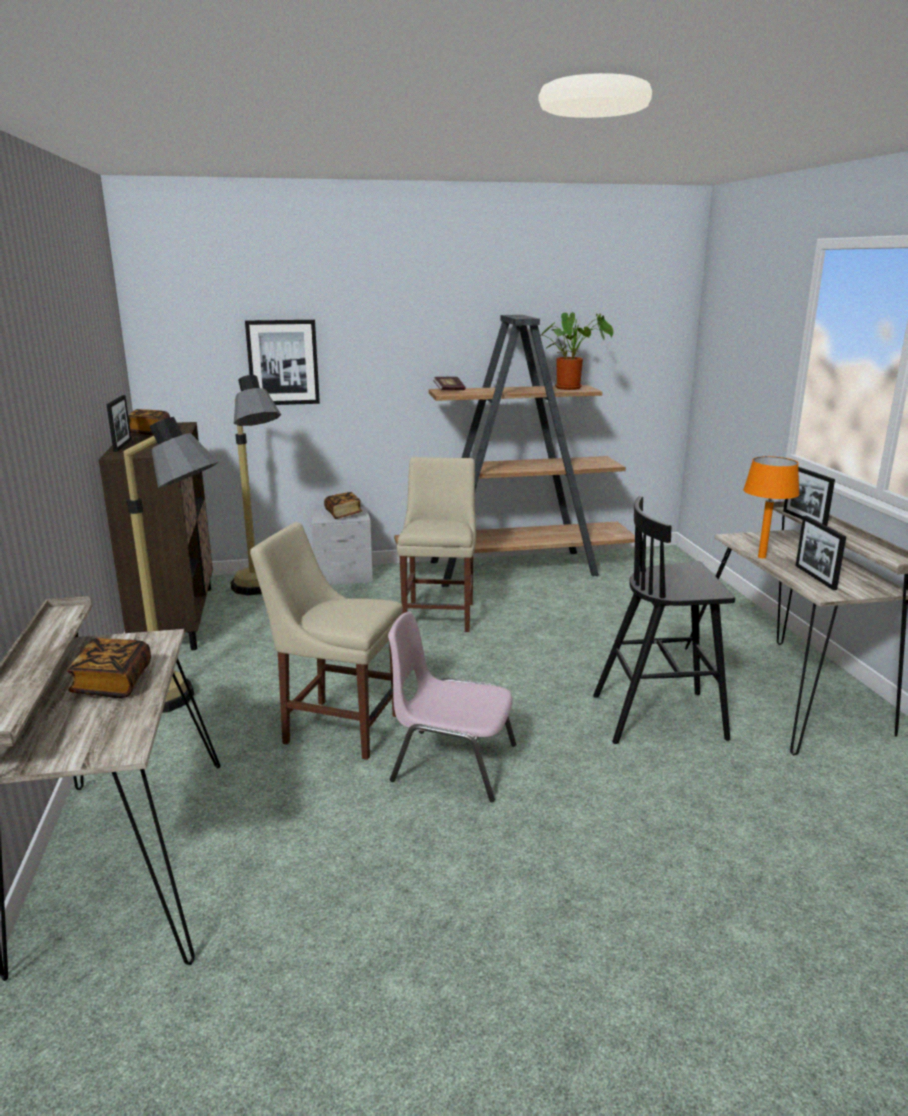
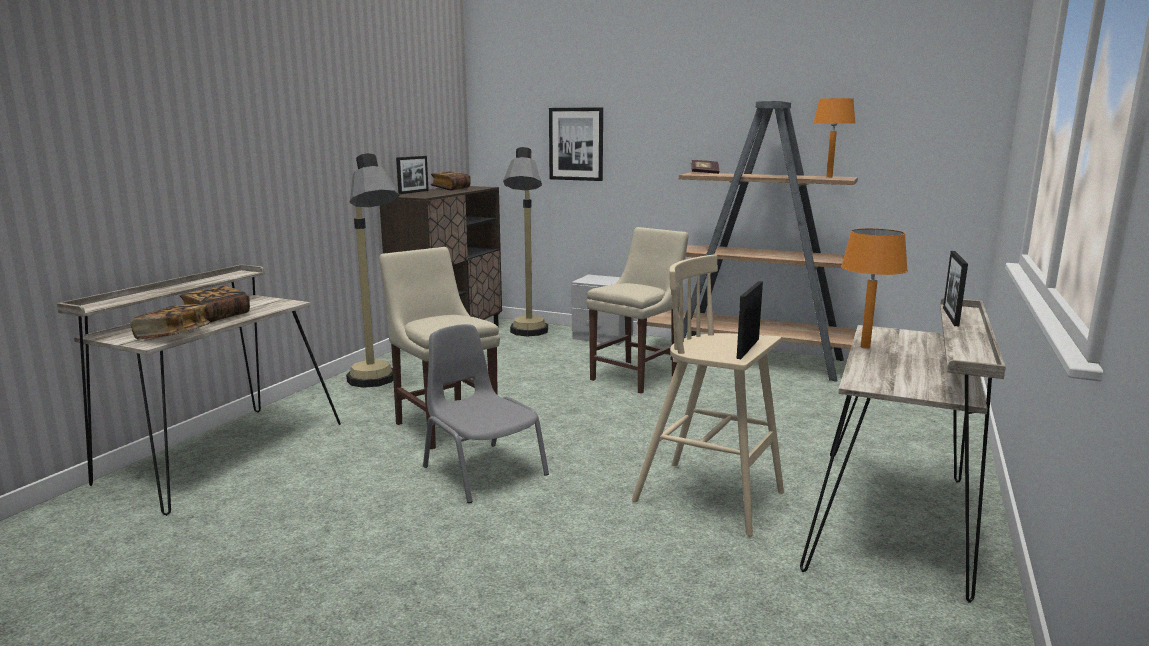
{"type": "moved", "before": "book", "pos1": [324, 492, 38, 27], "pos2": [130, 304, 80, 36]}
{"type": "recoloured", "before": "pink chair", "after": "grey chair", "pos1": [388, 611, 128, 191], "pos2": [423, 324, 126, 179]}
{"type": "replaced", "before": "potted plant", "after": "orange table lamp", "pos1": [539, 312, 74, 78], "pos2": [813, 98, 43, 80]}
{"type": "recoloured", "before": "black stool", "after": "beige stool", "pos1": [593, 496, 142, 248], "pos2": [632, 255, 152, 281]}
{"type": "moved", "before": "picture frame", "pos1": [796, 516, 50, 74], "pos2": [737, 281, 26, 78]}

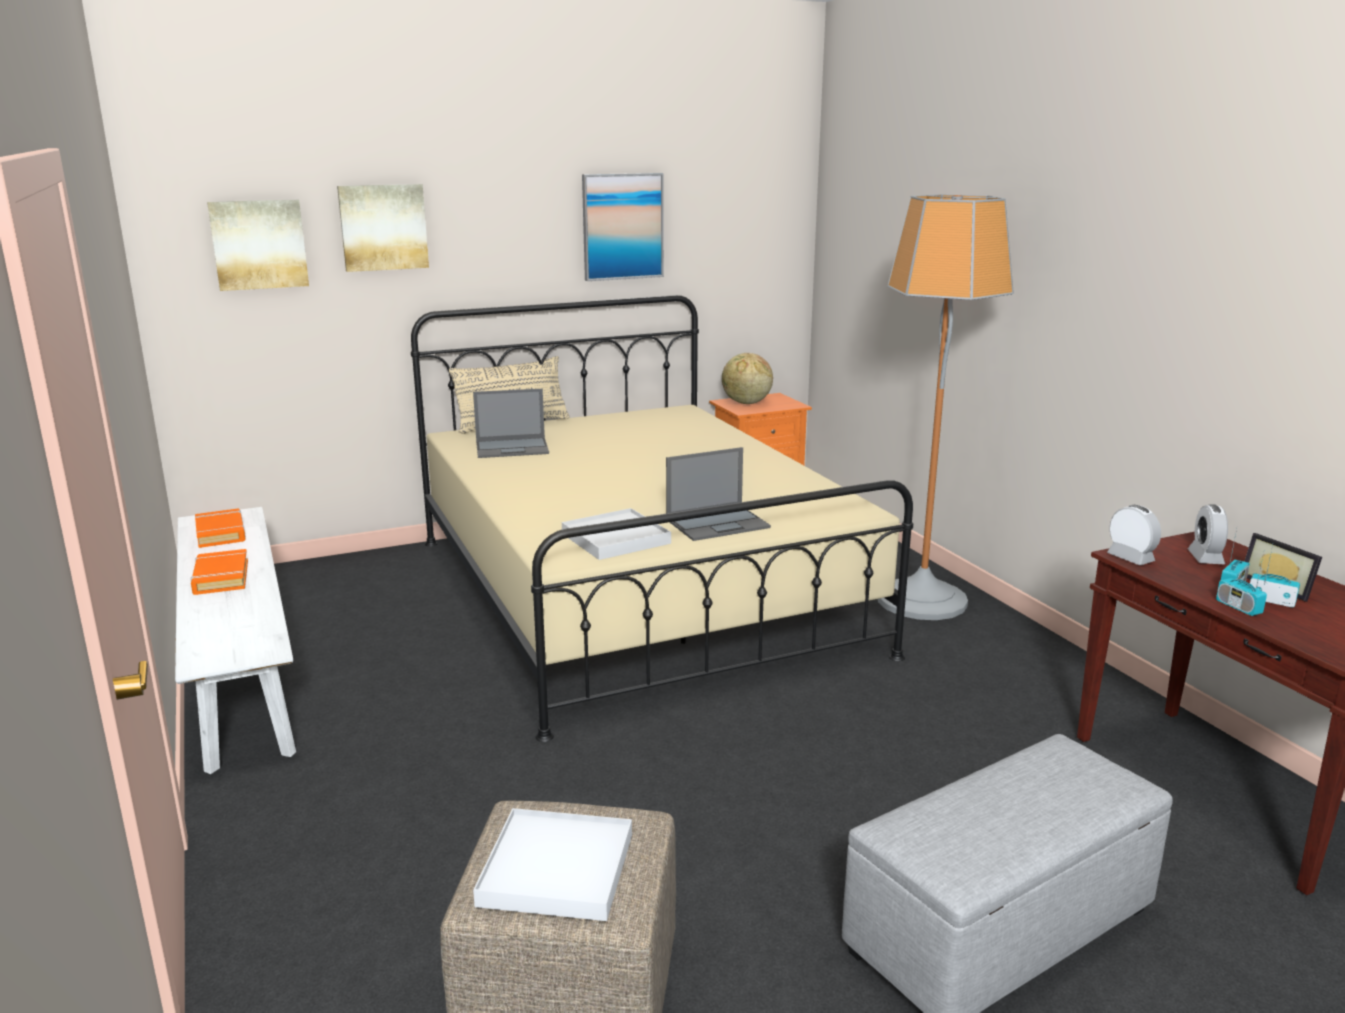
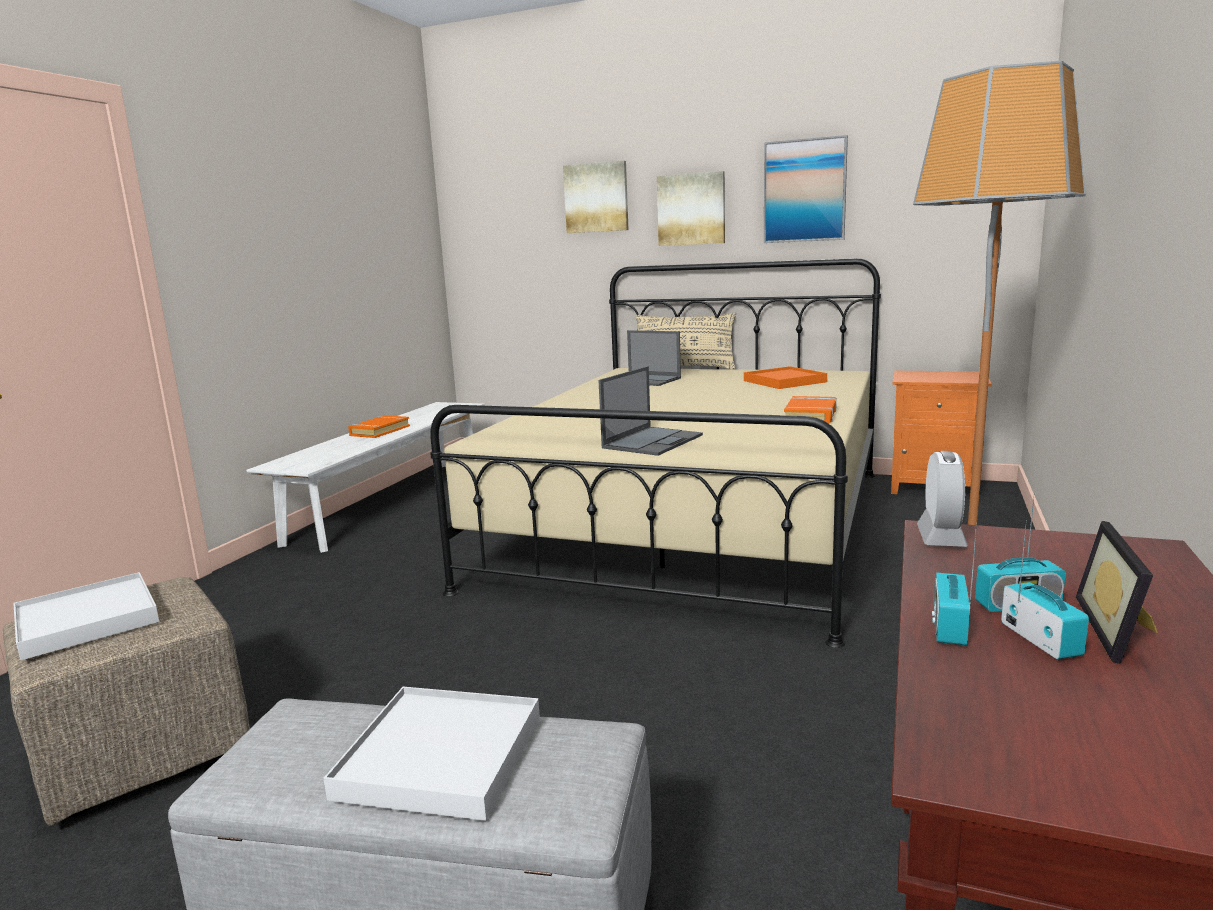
{"type": "moved", "before": "orange book", "pos1": [195, 509, 51, 39], "pos2": [784, 396, 53, 28]}
{"type": "moved", "before": "picture", "pos1": [207, 200, 102, 91], "pos2": [657, 171, 68, 75]}
{"type": "moved", "before": "white tray", "pos1": [562, 508, 109, 52], "pos2": [323, 687, 217, 134]}
{"type": "turned", "before": "laptop", "pos1": [666, 447, 105, 94], "pos2": [598, 366, 105, 90], "turn": -75}
{"type": "removed", "before": "globe", "pos1": [722, 353, 51, 51]}
{"type": "removed", "before": "alarm clock", "pos1": [1188, 504, 40, 60]}
{"type": "added", "after": "orange tray", "pos2": [744, 366, 83, 23]}

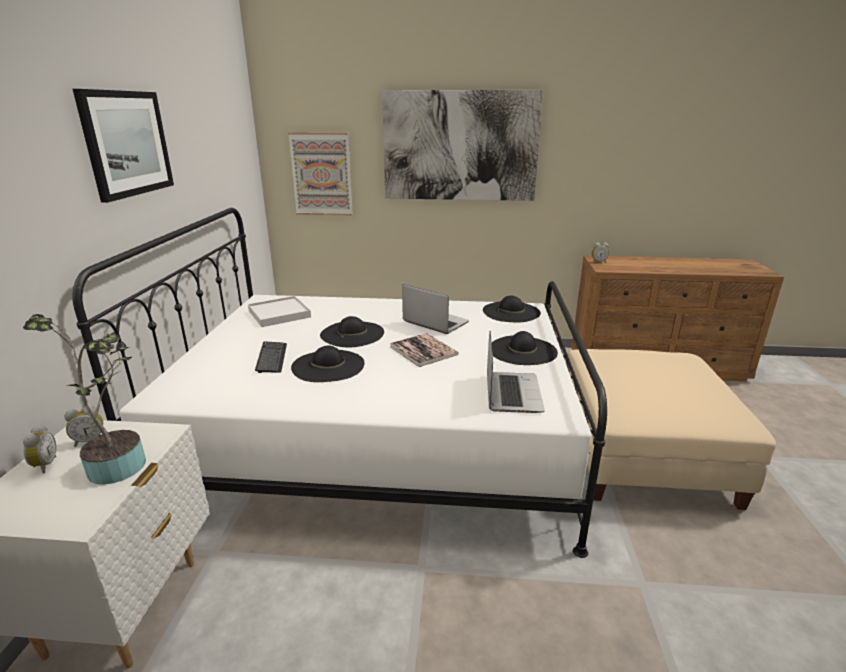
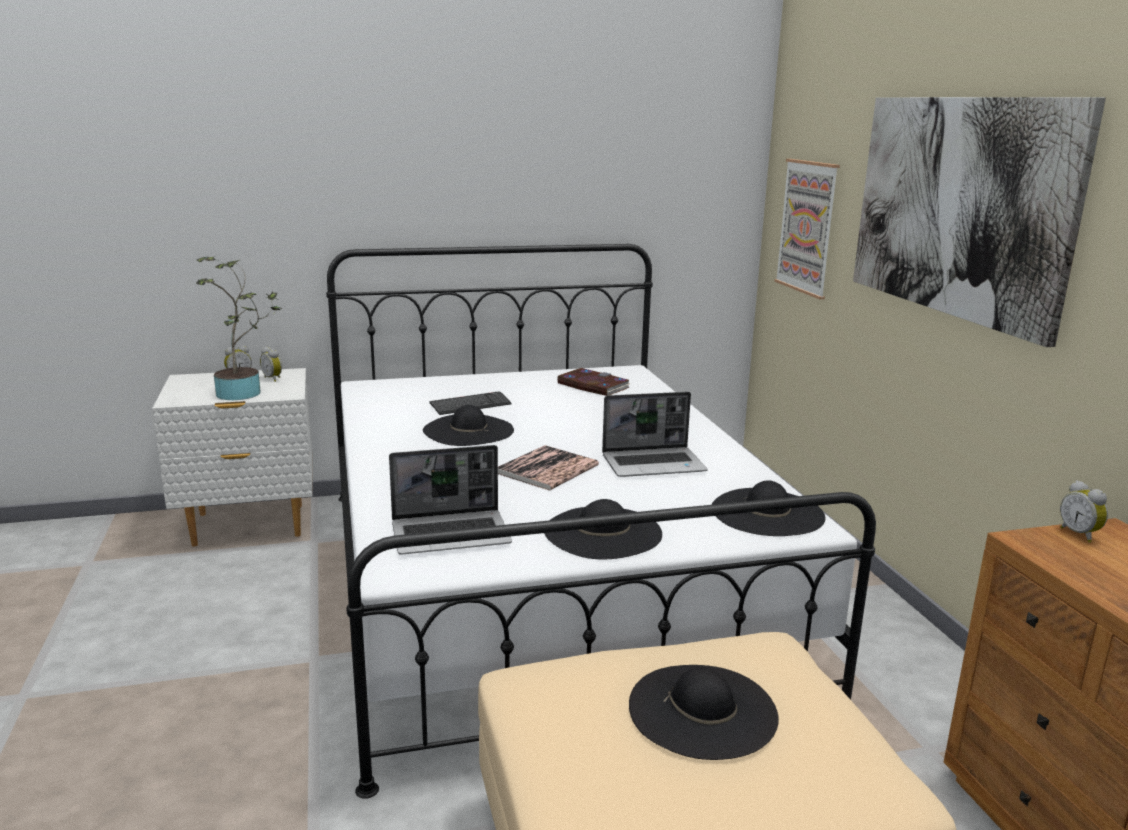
{"type": "removed", "before": "picture", "pos1": [73, 89, 101, 114]}
{"type": "replaced", "before": "white tray", "after": "book", "pos1": [248, 296, 63, 31], "pos2": [557, 368, 74, 28]}
{"type": "moved", "before": "black hat", "pos1": [320, 316, 64, 32], "pos2": [629, 665, 150, 95]}
{"type": "turned", "before": "laptop", "pos1": [402, 284, 67, 50], "pos2": [602, 392, 105, 85], "turn": 60}

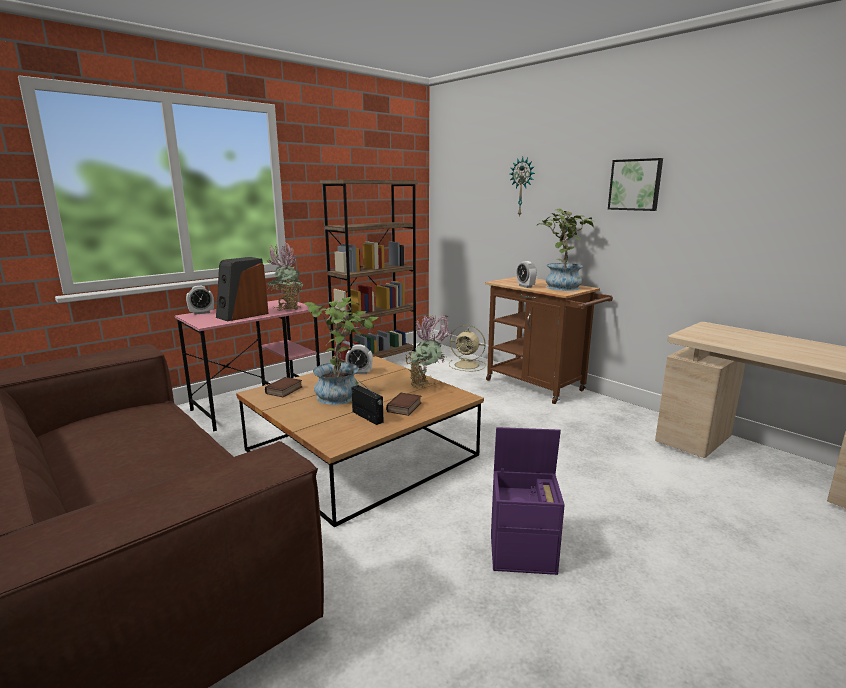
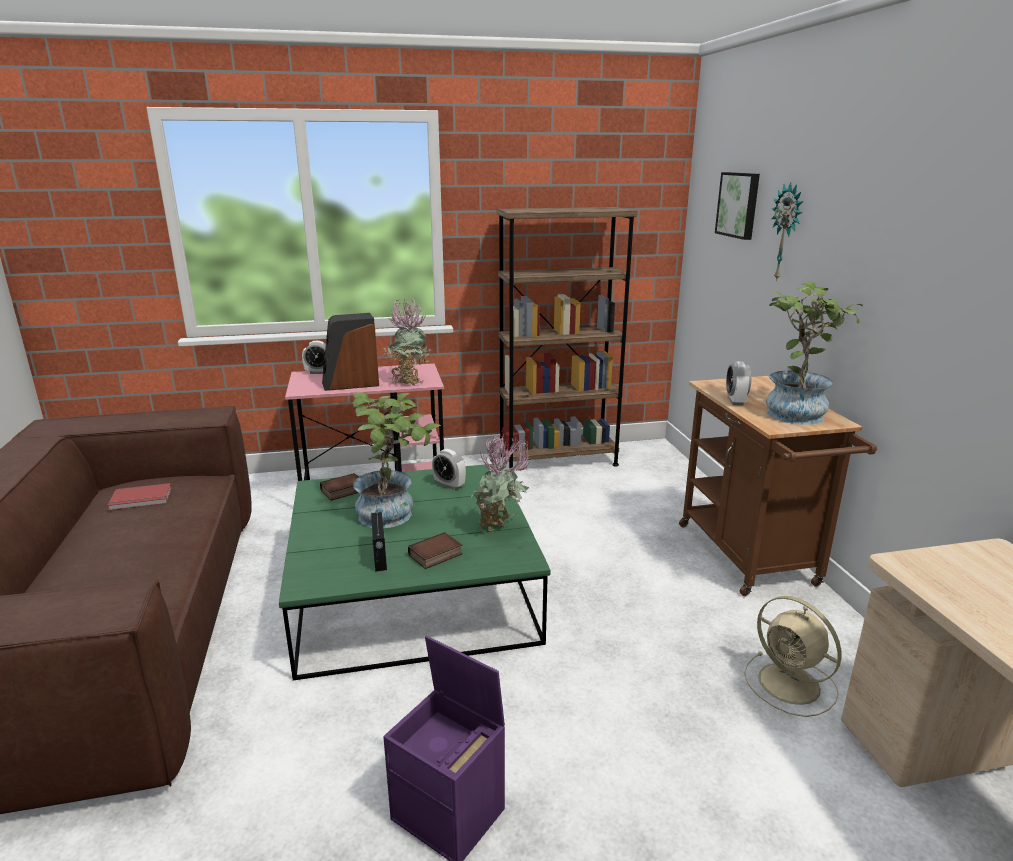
{"type": "recoloured", "before": "brown coffee table", "after": "green coffee table", "pos1": [236, 356, 248, 171], "pos2": [279, 463, 272, 218]}
{"type": "moved", "before": "beige fan", "pos1": [449, 325, 37, 46], "pos2": [744, 596, 98, 121]}
{"type": "moved", "before": "picture", "pos1": [608, 158, 55, 53], "pos2": [715, 172, 45, 68]}
{"type": "added", "after": "red book", "pos2": [107, 483, 65, 27]}

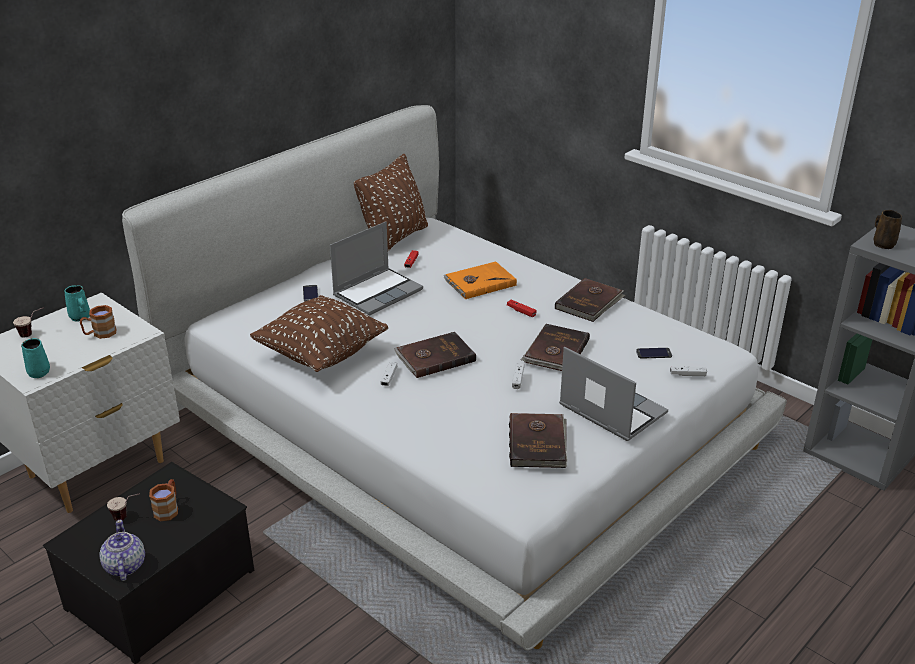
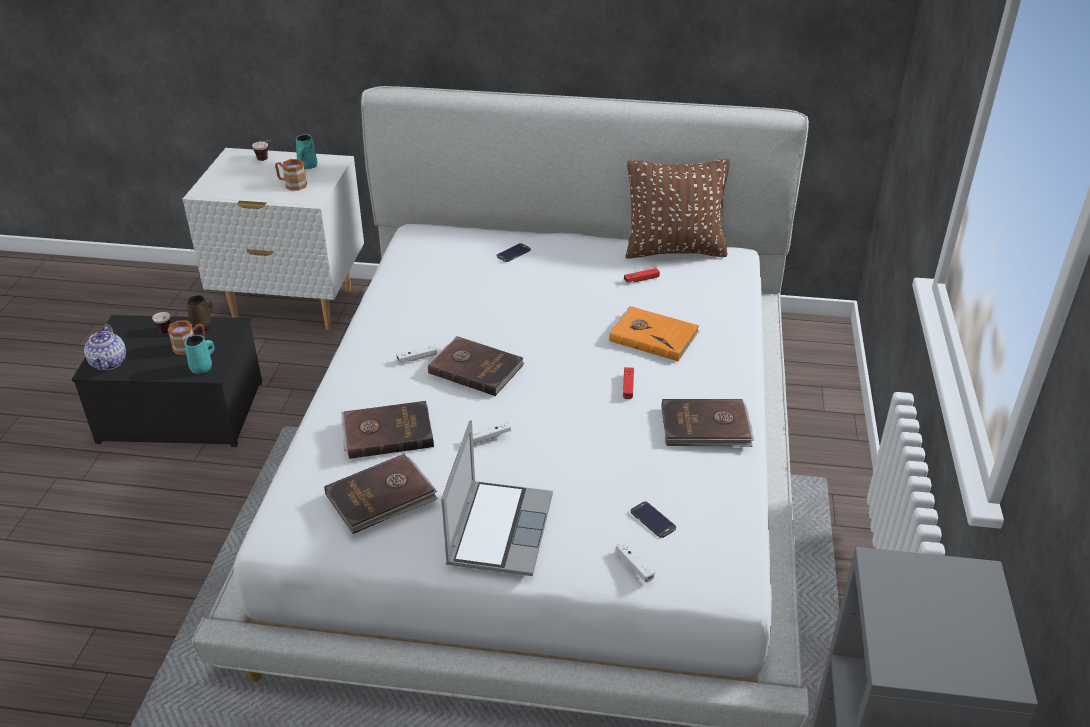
{"type": "moved", "before": "turquoise mug", "pos1": [21, 338, 29, 40], "pos2": [185, 335, 30, 39]}
{"type": "turned", "before": "teapot", "pos1": [99, 520, 46, 61], "pos2": [84, 324, 42, 47], "turn": 135}
{"type": "removed", "before": "brown pillow", "pos1": [250, 295, 138, 77]}
{"type": "removed", "before": "laptop", "pos1": [330, 221, 93, 94]}
{"type": "moved", "before": "brown book", "pos1": [521, 324, 69, 47], "pos2": [341, 401, 93, 58]}
{"type": "moved", "before": "brown mug", "pos1": [874, 210, 28, 39], "pos2": [187, 295, 26, 38]}

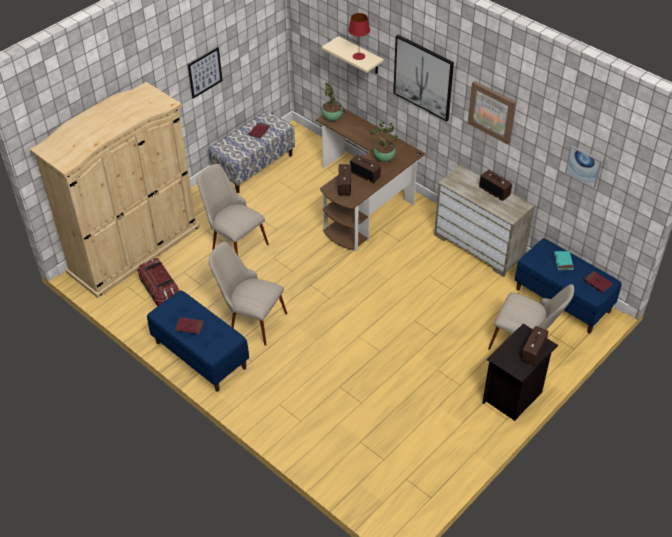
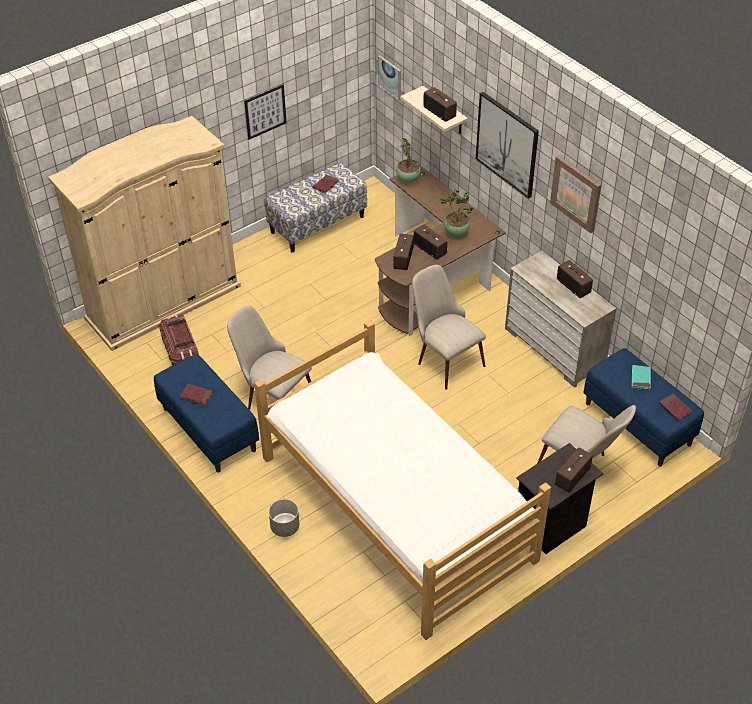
{"type": "moved", "before": "beige chair", "pos1": [197, 164, 72, 91], "pos2": [412, 265, 74, 125]}
{"type": "replaced", "before": "red table lamp", "after": "radio", "pos1": [348, 13, 22, 47], "pos2": [423, 87, 34, 35]}
{"type": "moved", "before": "picture", "pos1": [565, 145, 37, 43], "pos2": [378, 55, 23, 45]}
{"type": "added", "after": "bed", "pos2": [254, 320, 297, 320]}
{"type": "added", "after": "grey planter", "pos2": [269, 499, 31, 38]}

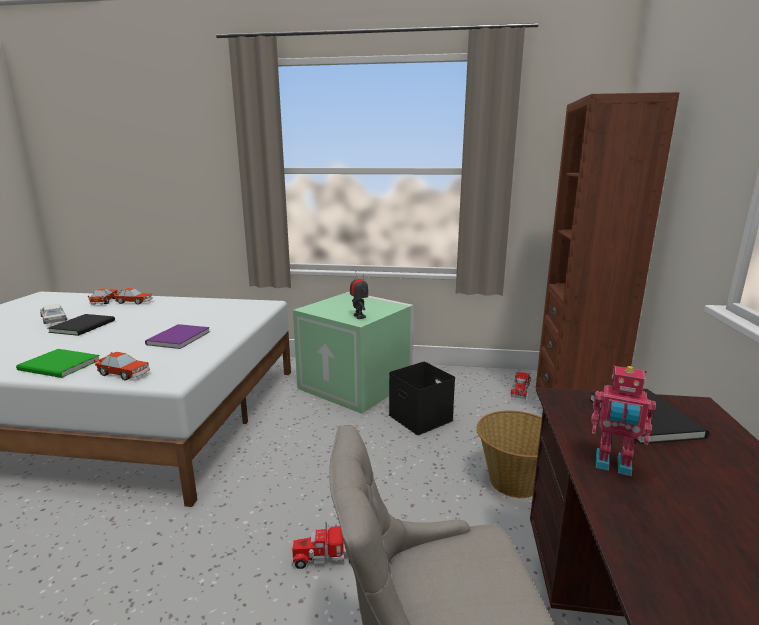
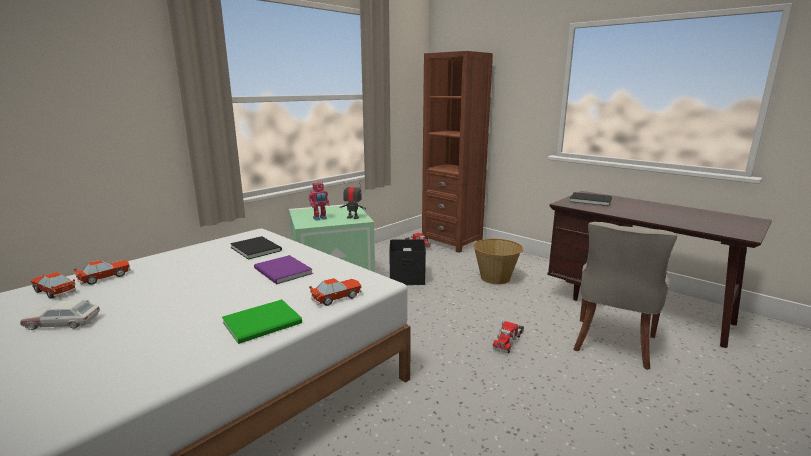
{"type": "moved", "before": "black book", "pos1": [48, 314, 67, 22], "pos2": [230, 236, 52, 24]}
{"type": "moved", "before": "toy robot", "pos1": [591, 366, 65, 110], "pos2": [309, 181, 20, 40]}

